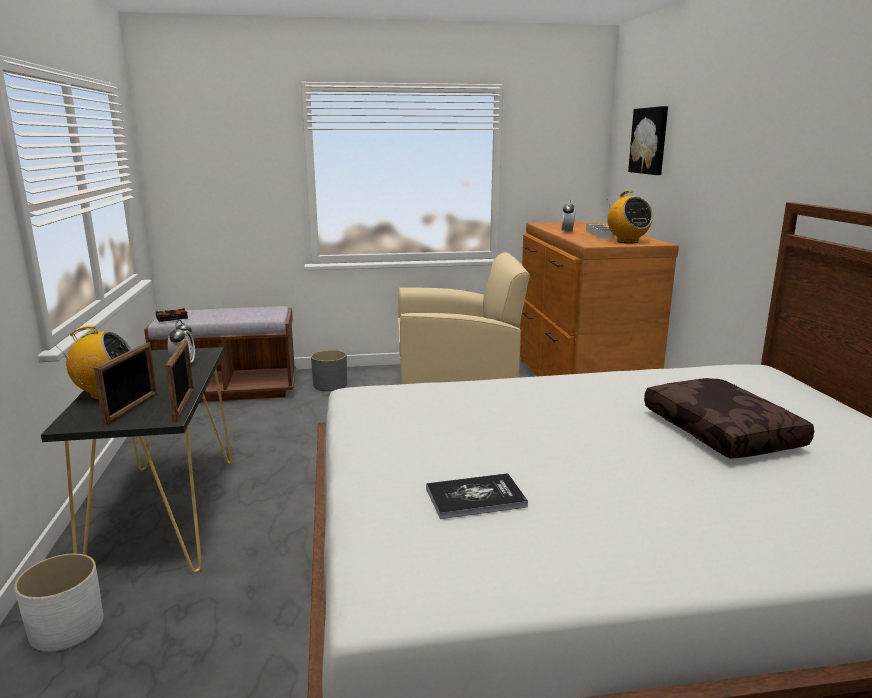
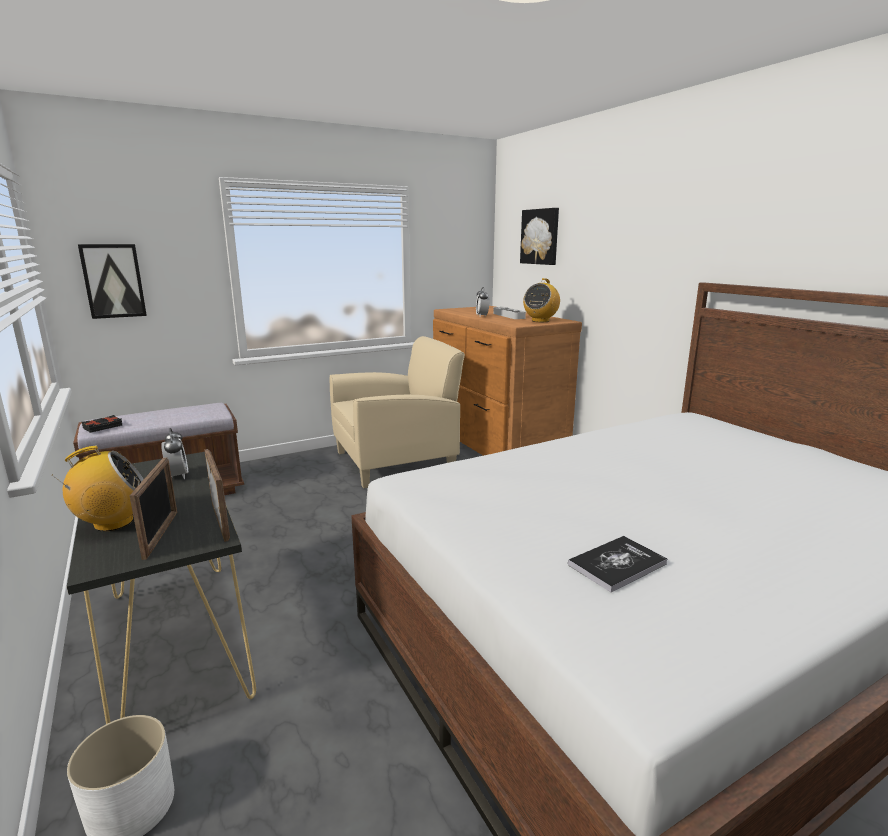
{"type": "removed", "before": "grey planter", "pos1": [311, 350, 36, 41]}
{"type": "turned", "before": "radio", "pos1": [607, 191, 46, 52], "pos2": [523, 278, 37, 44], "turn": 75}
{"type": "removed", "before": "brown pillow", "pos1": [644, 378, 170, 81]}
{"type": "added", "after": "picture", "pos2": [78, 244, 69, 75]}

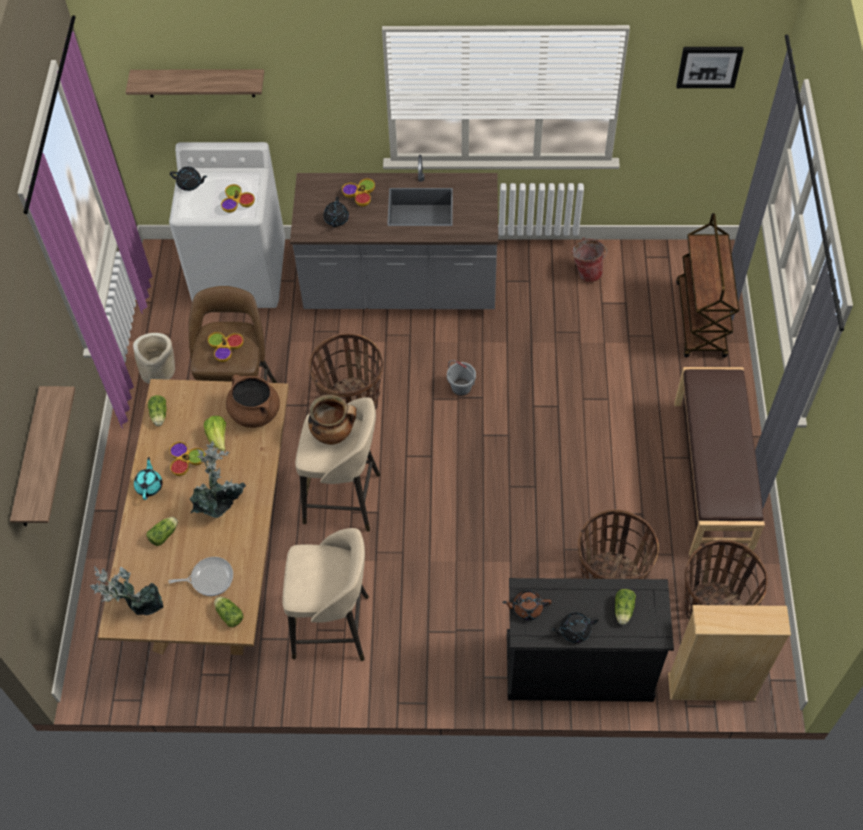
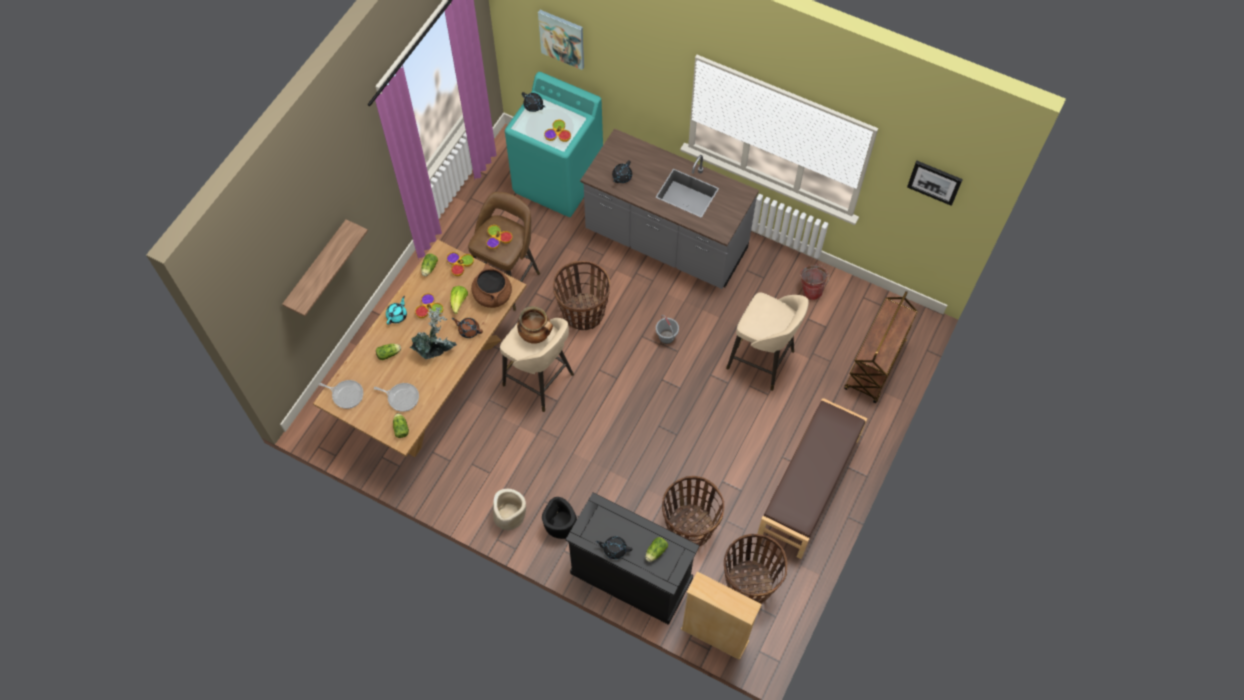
{"type": "replaced", "before": "potted plant", "after": "frying pan", "pos1": [90, 566, 74, 49], "pos2": [319, 380, 44, 29]}
{"type": "replaced", "before": "shelf", "after": "picture", "pos1": [126, 69, 138, 28], "pos2": [538, 10, 46, 60]}
{"type": "moved", "before": "beige planter", "pos1": [133, 333, 42, 51], "pos2": [493, 489, 33, 41]}
{"type": "recoloured", "before": "white washing machine", "after": "turquoise washing machine", "pos1": [169, 142, 116, 166], "pos2": [505, 72, 98, 145]}
{"type": "moved", "before": "beige stool", "pos1": [282, 528, 87, 133], "pos2": [726, 292, 83, 99]}
{"type": "moved", "before": "bowl", "pos1": [342, 179, 33, 27], "pos2": [447, 252, 27, 24]}
{"type": "moved", "before": "brown teapot", "pos1": [502, 590, 50, 30], "pos2": [452, 318, 31, 20]}
{"type": "added", "after": "black planter", "pos2": [542, 497, 35, 42]}

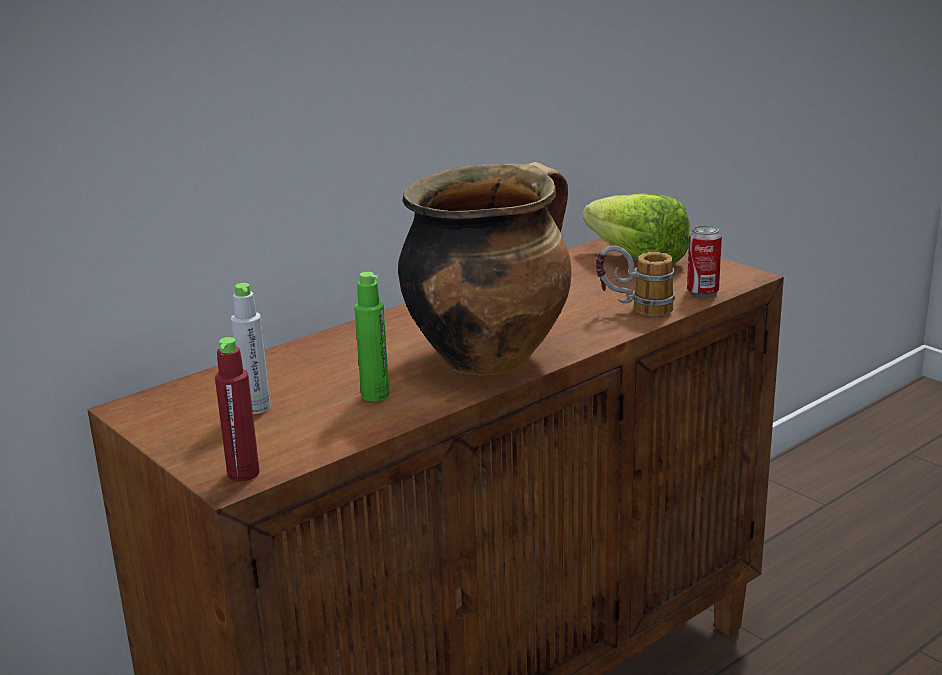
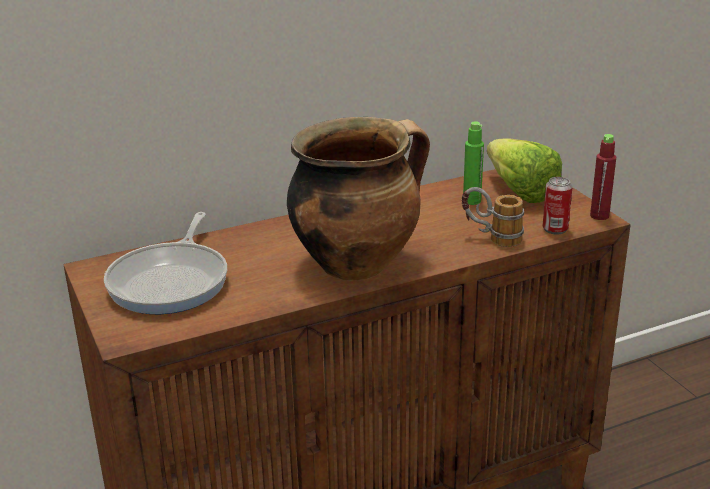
{"type": "moved", "before": "red bottle", "pos1": [215, 337, 45, 144], "pos2": [590, 134, 26, 86]}
{"type": "replaced", "before": "grey bottle", "after": "frying pan", "pos1": [231, 283, 40, 131], "pos2": [104, 212, 123, 102]}
{"type": "moved", "before": "green bottle", "pos1": [354, 272, 35, 130], "pos2": [463, 121, 21, 84]}

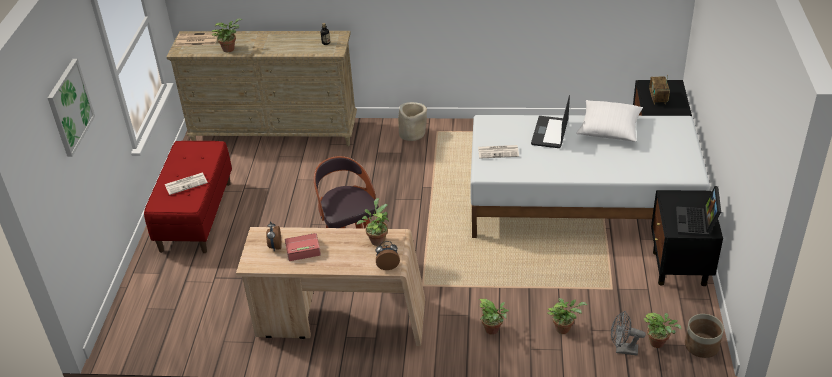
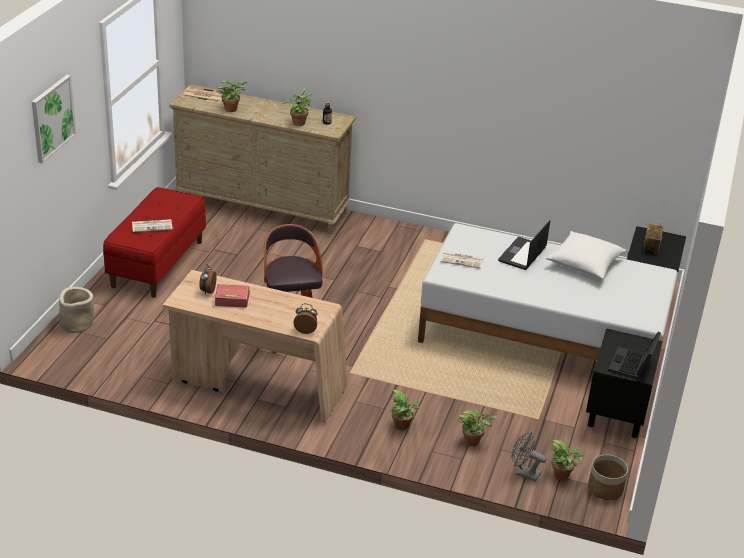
{"type": "moved", "before": "potted plant", "pos1": [356, 198, 33, 48], "pos2": [283, 88, 30, 38]}
{"type": "moved", "before": "beige planter", "pos1": [398, 102, 29, 39], "pos2": [59, 287, 35, 46]}

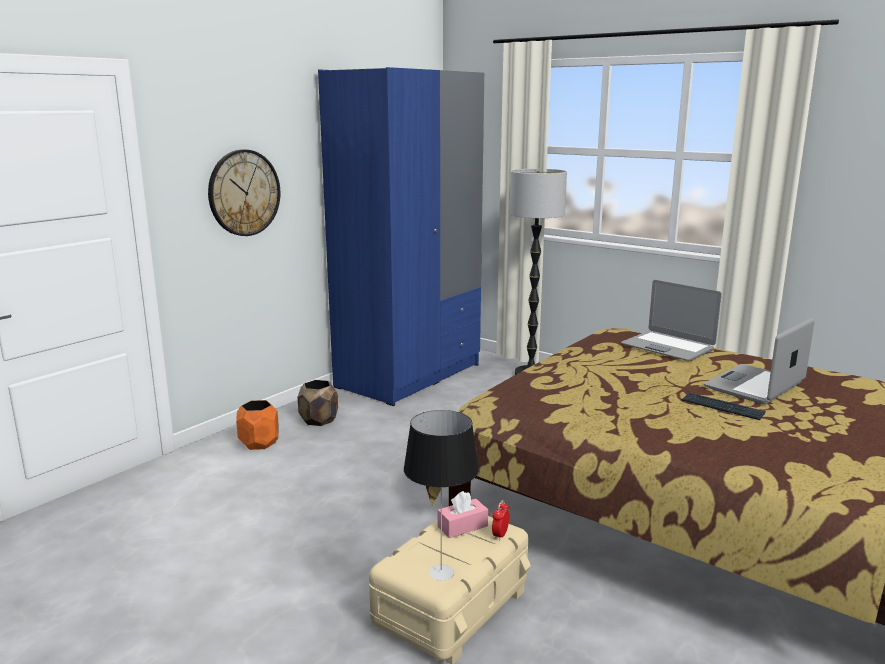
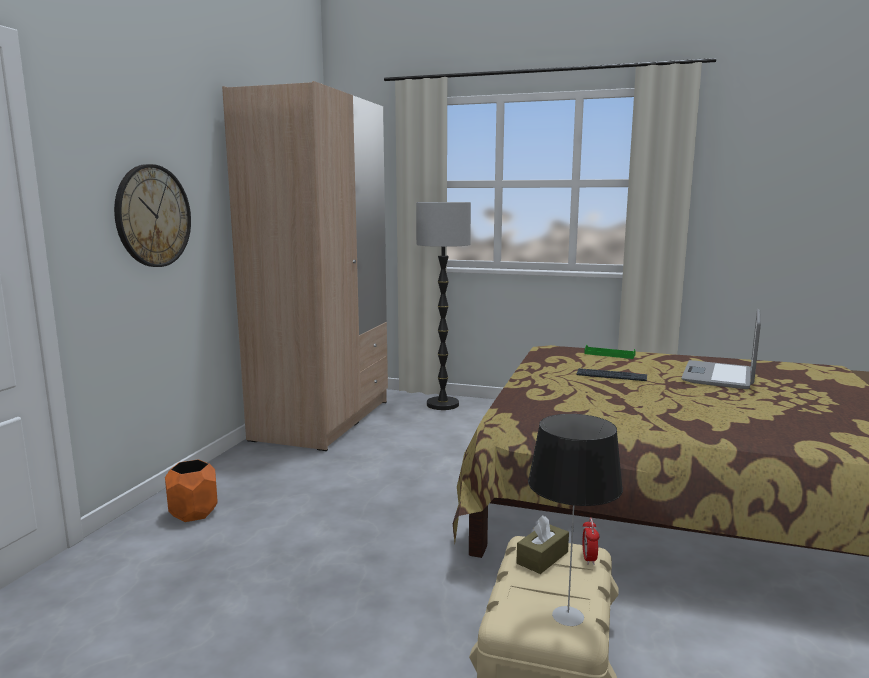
{"type": "removed", "before": "brown planter", "pos1": [297, 380, 41, 46]}
{"type": "recoloured", "before": "blue wardrobe", "after": "beige wardrobe", "pos1": [318, 67, 166, 339], "pos2": [222, 81, 166, 370]}
{"type": "recoloured", "before": "pink tissue box", "after": "brown tissue box", "pos1": [438, 491, 50, 47], "pos2": [516, 515, 53, 59]}
{"type": "replaced", "before": "laptop", "after": "green tray", "pos1": [621, 280, 101, 81], "pos2": [584, 344, 52, 15]}
{"type": "moved", "before": "keyboard", "pos1": [681, 393, 85, 27], "pos2": [576, 368, 71, 13]}

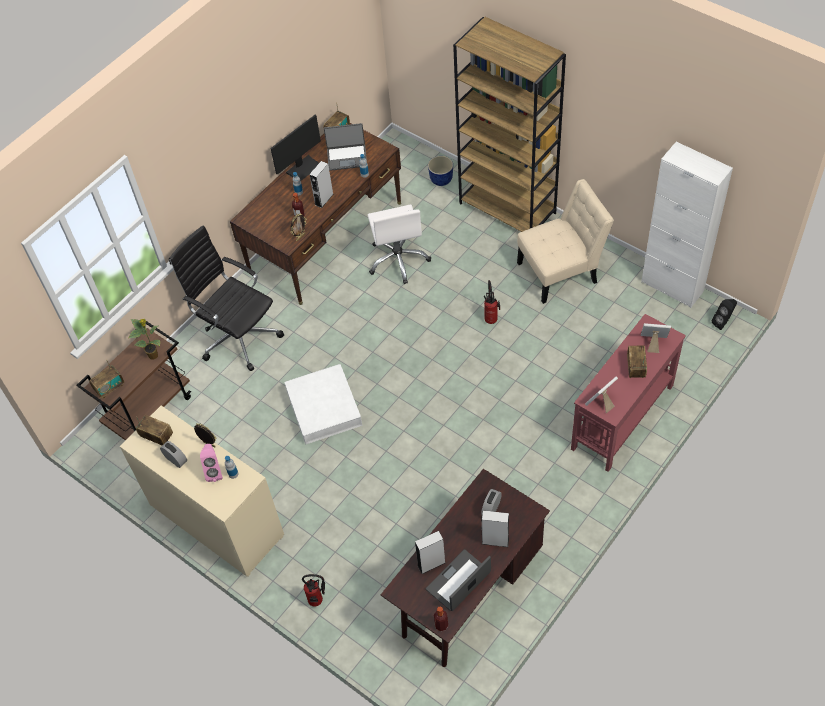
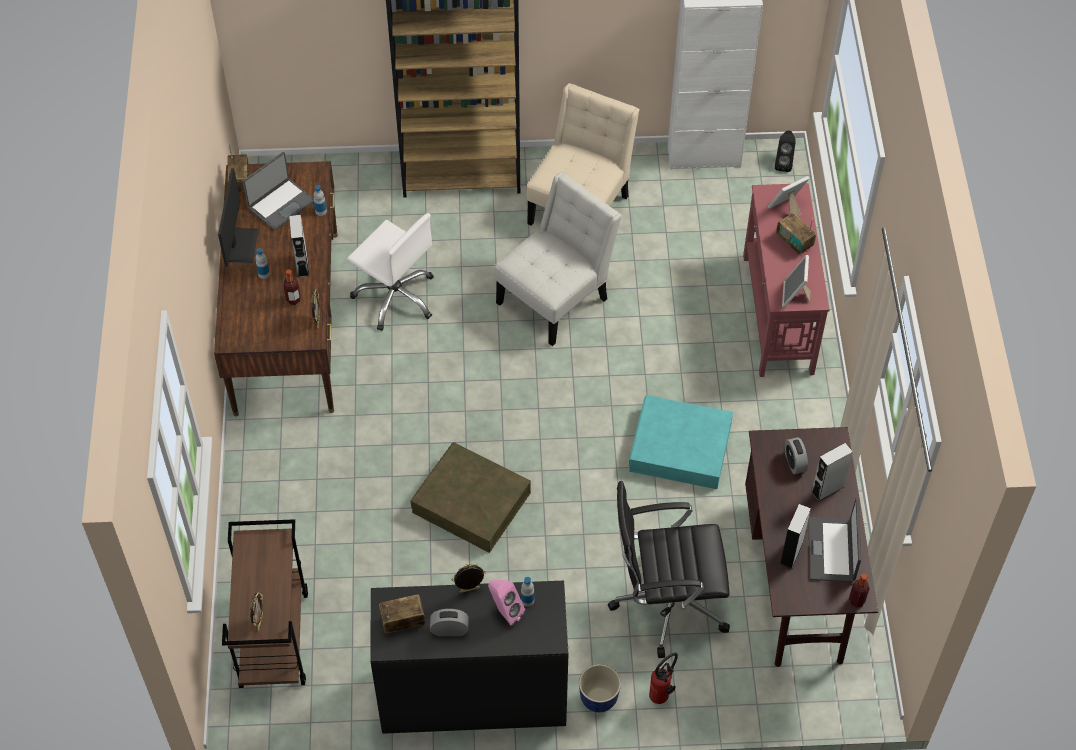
{"type": "replaced", "before": "radio", "after": "picture frame", "pos1": [89, 359, 35, 40], "pos2": [250, 592, 14, 39]}
{"type": "recoloured", "before": "beige dresser", "after": "black dresser", "pos1": [120, 405, 164, 171], "pos2": [370, 581, 199, 153]}
{"type": "removed", "before": "potted plant", "pos1": [129, 319, 31, 41]}
{"type": "moved", "before": "black office chair", "pos1": [169, 225, 115, 146], "pos2": [608, 481, 122, 177]}
{"type": "recoloured", "before": "white storage box", "after": "brown storage box", "pos1": [284, 364, 78, 80], "pos2": [410, 442, 121, 111]}
{"type": "moved", "before": "planter", "pos1": [428, 156, 25, 30], "pos2": [579, 664, 42, 48]}
{"type": "replaced", "before": "fire extinguisher", "after": "white chair", "pos1": [484, 280, 16, 44], "pos2": [495, 172, 127, 174]}
{"type": "added", "after": "turquoise storage box", "pos2": [629, 395, 104, 94]}

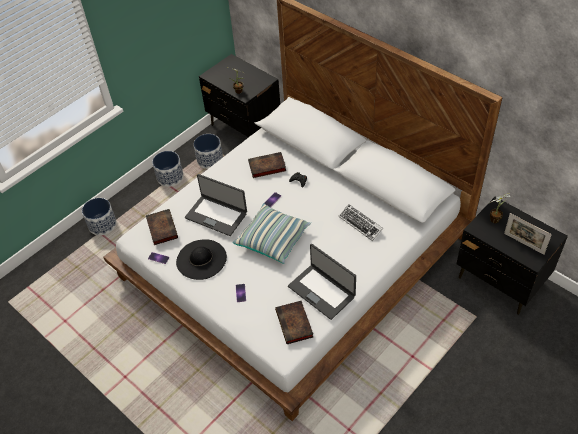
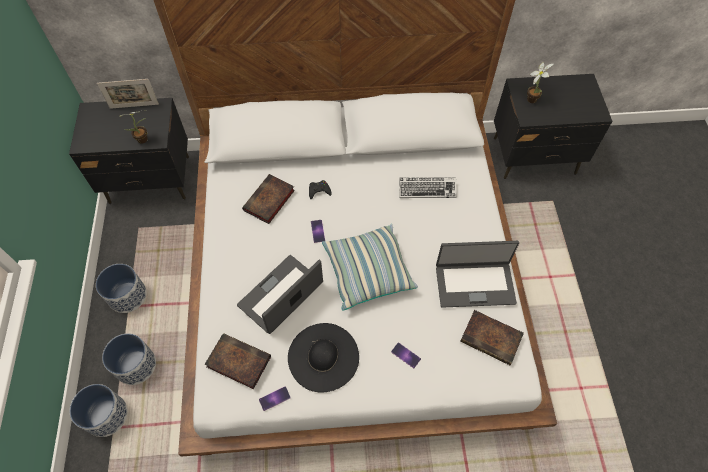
{"type": "turned", "before": "laptop", "pos1": [185, 174, 62, 62], "pos2": [237, 255, 86, 79], "turn": 150}
{"type": "moved", "before": "planter", "pos1": [194, 134, 29, 35], "pos2": [102, 333, 54, 52]}
{"type": "moved", "before": "picture frame", "pos1": [504, 213, 48, 42], "pos2": [97, 79, 62, 30]}

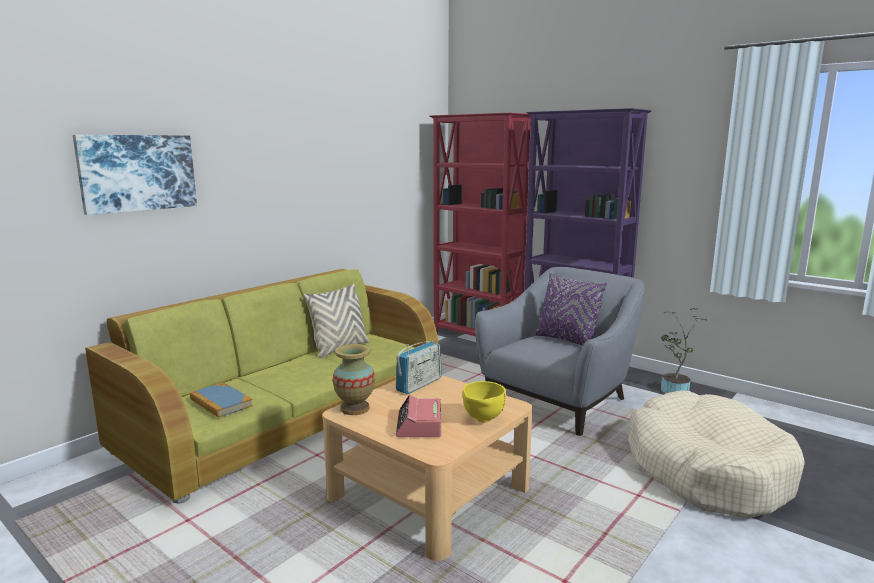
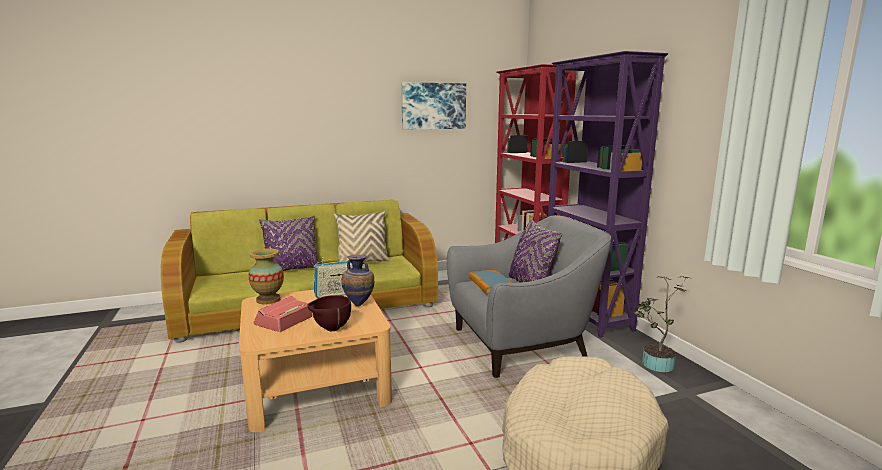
{"type": "moved", "before": "picture", "pos1": [73, 135, 124, 80], "pos2": [401, 82, 65, 47]}
{"type": "moved", "before": "book", "pos1": [190, 382, 63, 36], "pos2": [469, 270, 43, 24]}
{"type": "recoloured", "before": "yellow bowl", "after": "brown bowl", "pos1": [462, 381, 44, 42], "pos2": [307, 295, 44, 36]}
{"type": "added", "after": "purple pillow", "pos2": [259, 216, 60, 55]}
{"type": "added", "after": "vase", "pos2": [341, 254, 33, 53]}

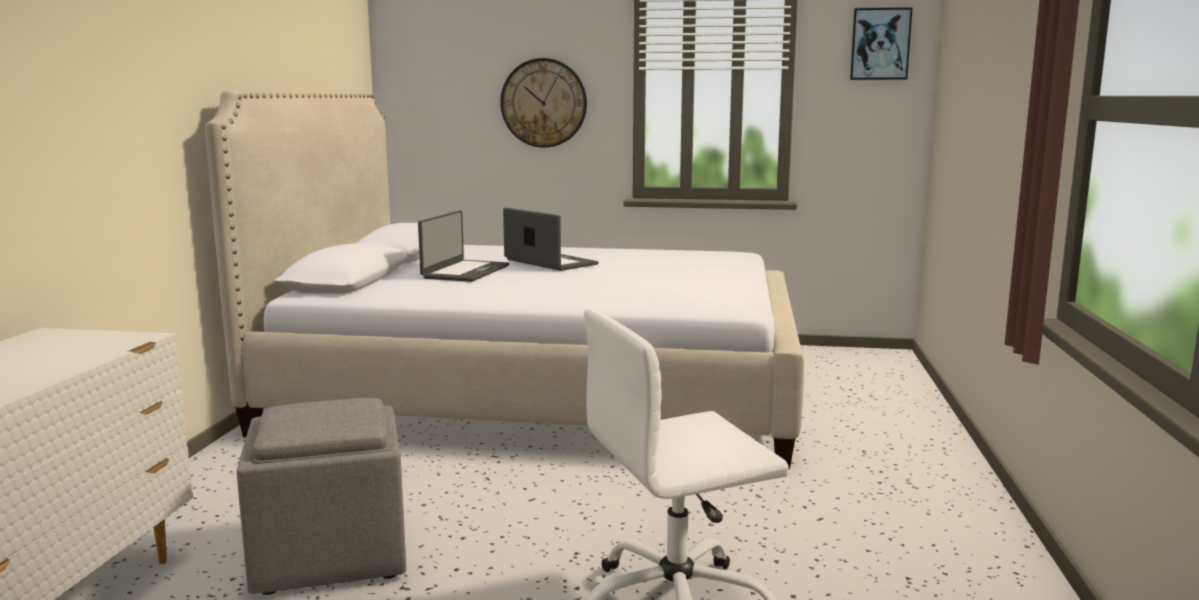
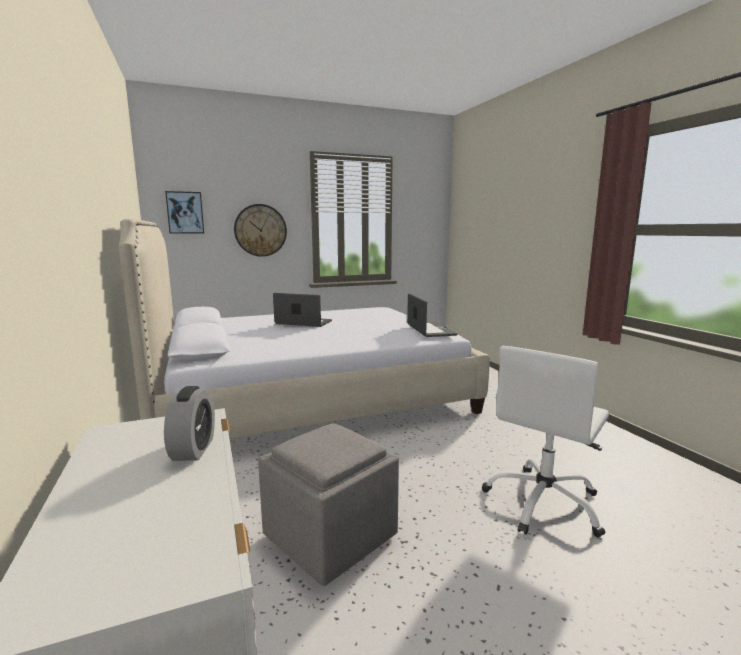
{"type": "moved", "before": "laptop", "pos1": [418, 210, 91, 72], "pos2": [407, 293, 51, 44]}
{"type": "moved", "before": "picture", "pos1": [850, 7, 63, 73], "pos2": [165, 191, 39, 43]}
{"type": "added", "after": "alarm clock", "pos2": [164, 386, 51, 75]}

